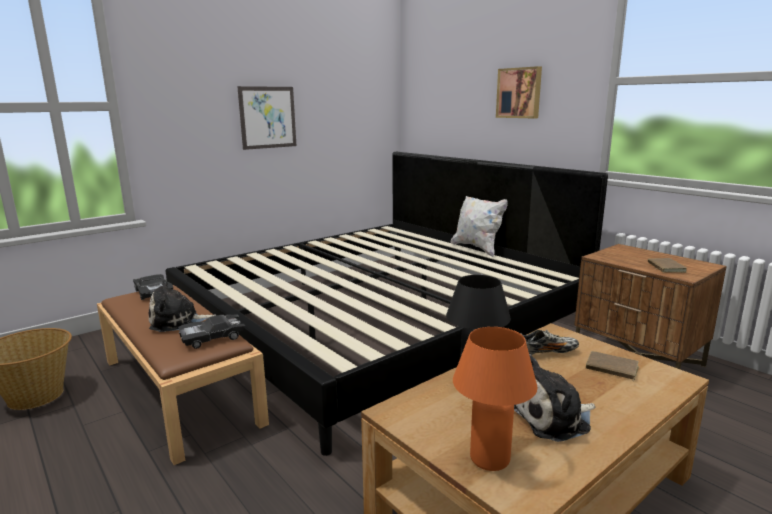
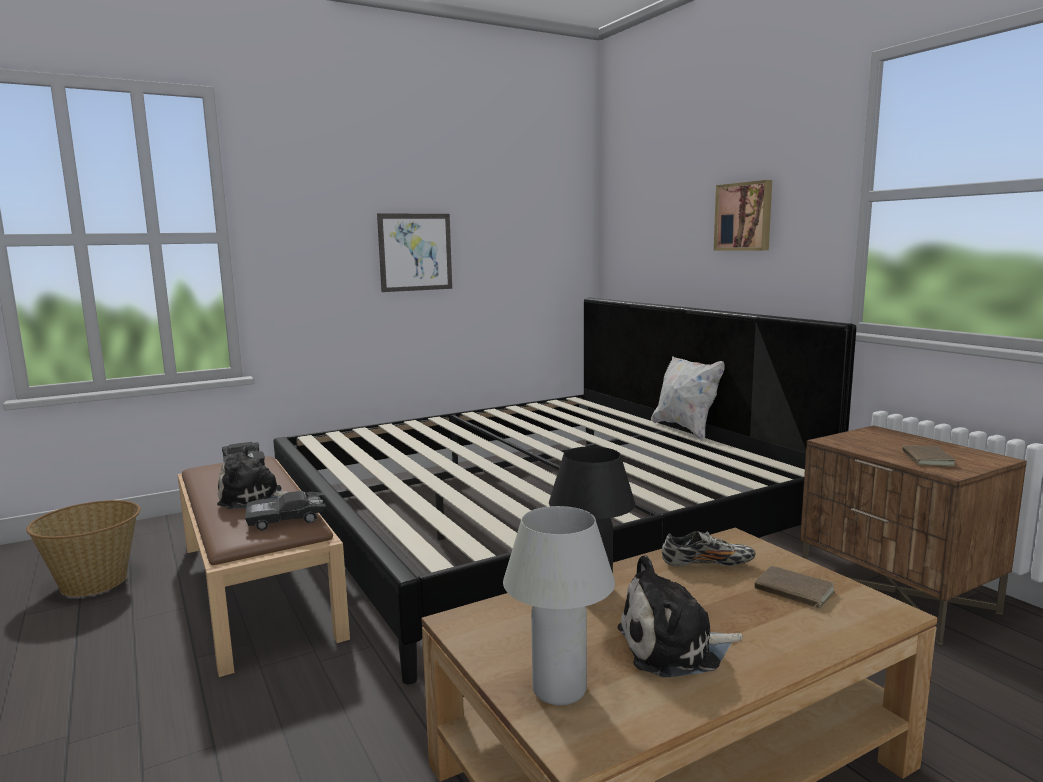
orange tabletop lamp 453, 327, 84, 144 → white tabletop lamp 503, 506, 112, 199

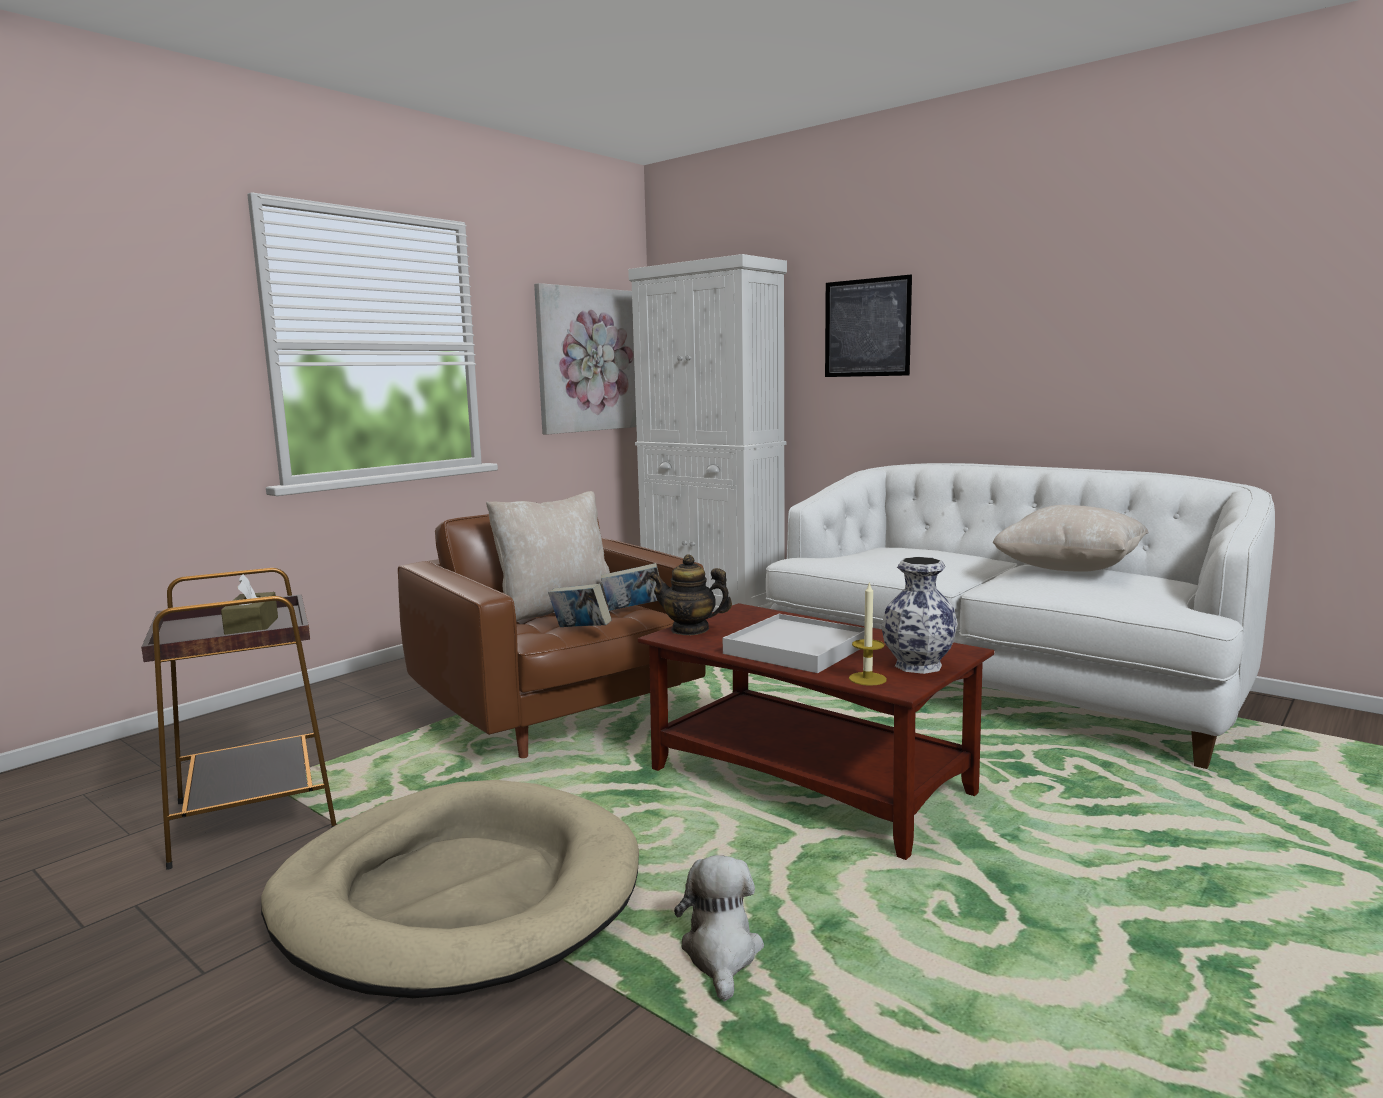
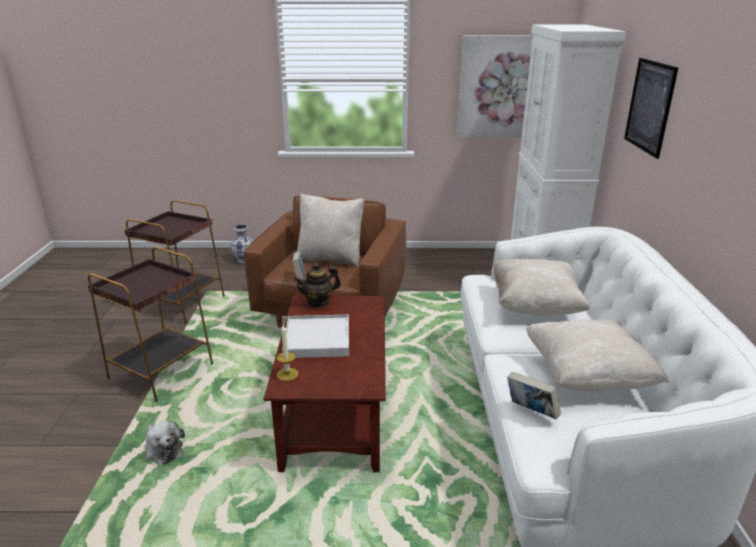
beige dog cushion 261, 780, 378, 218 → brown-coloured accent table 88, 246, 125, 156
soft toy 674, 855, 90, 146 → soft toy 145, 421, 40, 44, 90 degrees clockwise
flower vase 881, 557, 77, 117 → flower vase 231, 224, 22, 39, moved
tea pot 649, 555, 83, 80 → tea pot 294, 262, 47, 46, 90 degrees counterclockwise
- → beige throw pillow 492, 259, 98, 57
volume 601, 563, 59, 48 → volume 507, 372, 54, 47, moved
brown-coloured tissue box 221, 574, 57, 61 → -

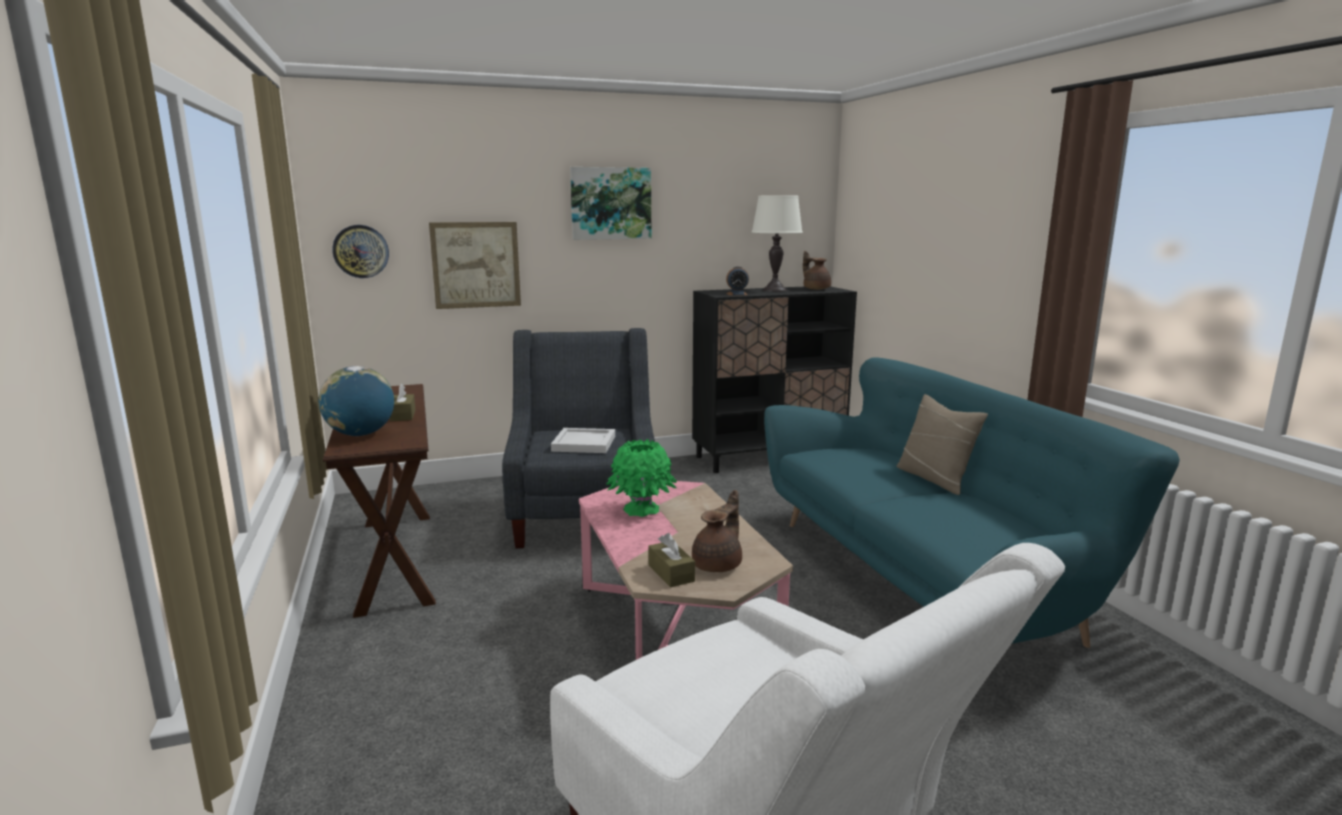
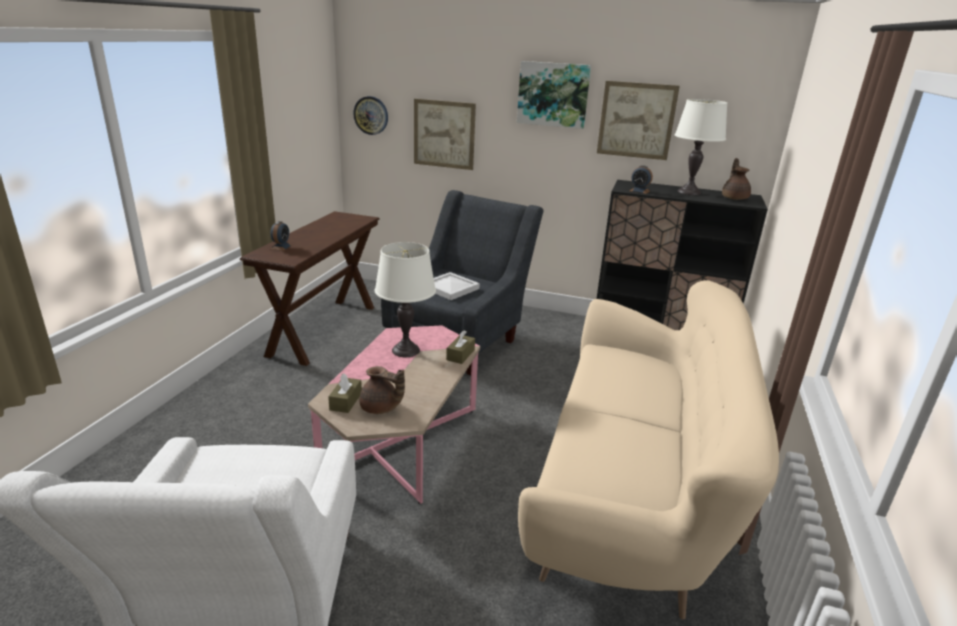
world globe 319, 366, 75, 70 → bedside clock 271, 221, 21, 30
brown-coloured tea pot 692, 490, 50, 82 → brown-coloured tea pot 360, 366, 45, 48, 45 degrees clockwise
green flower vase 606, 439, 71, 78 → white tabletop lamp 375, 242, 61, 115
brown-coloured tissue box 390, 383, 25, 38 → brown-coloured tissue box 446, 330, 29, 34, moved
blue-green couch 764, 357, 416, 291 → beige couch 518, 280, 261, 339
- → picture 597, 81, 83, 79
beige throw pillow 897, 394, 91, 101 → -

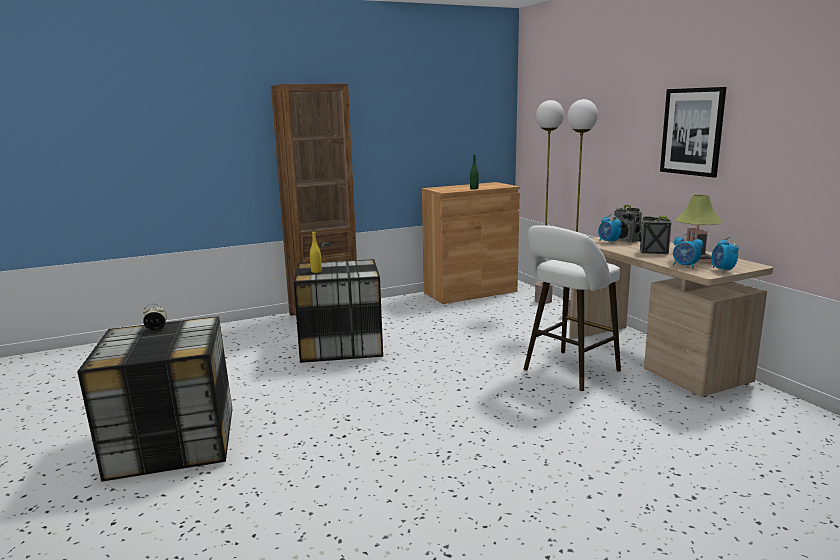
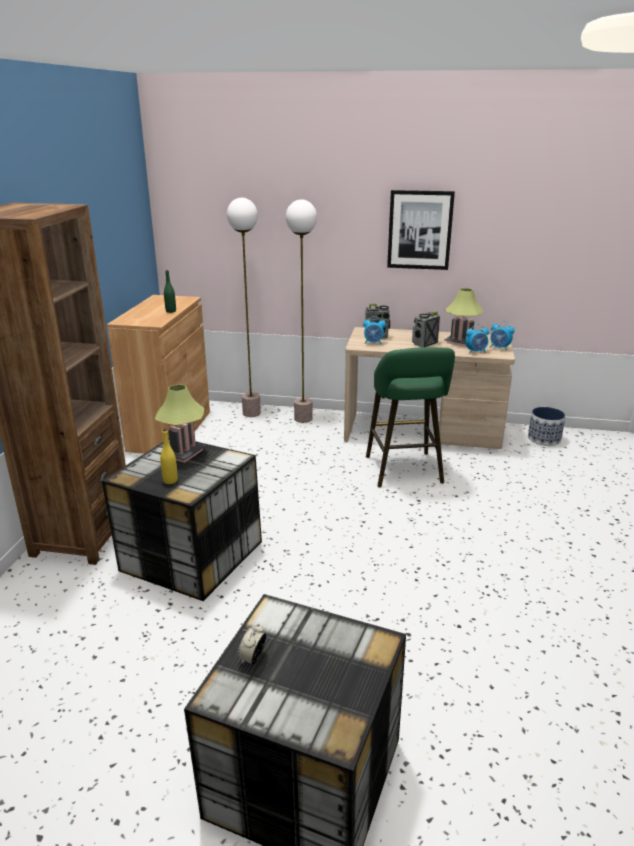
- → tabletop lamp 155, 384, 51, 79
white sitting stool 524, 225, 97, 166 → green sitting stool 366, 347, 89, 141
- → planter 528, 407, 38, 39

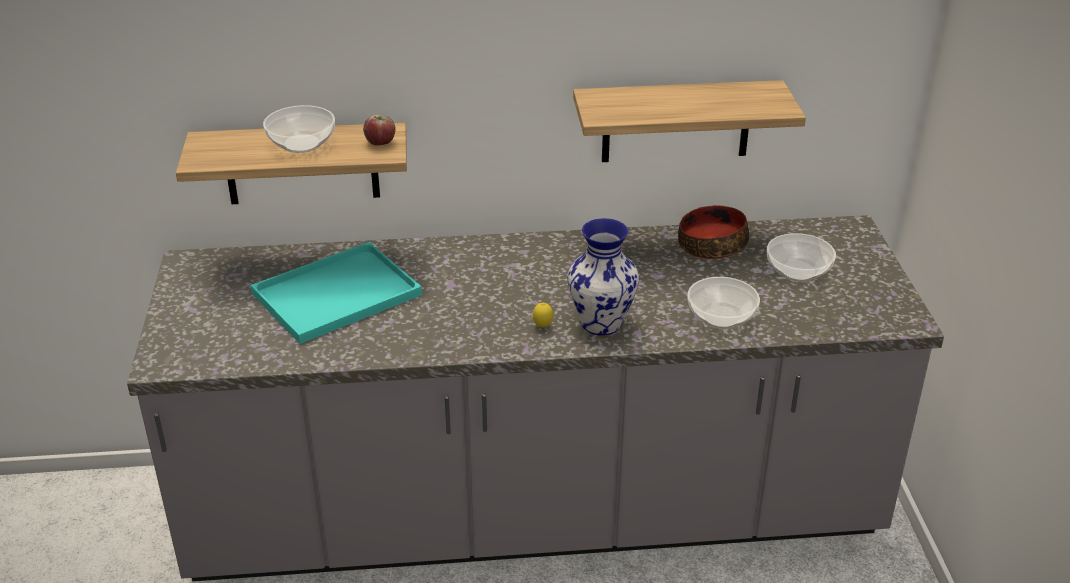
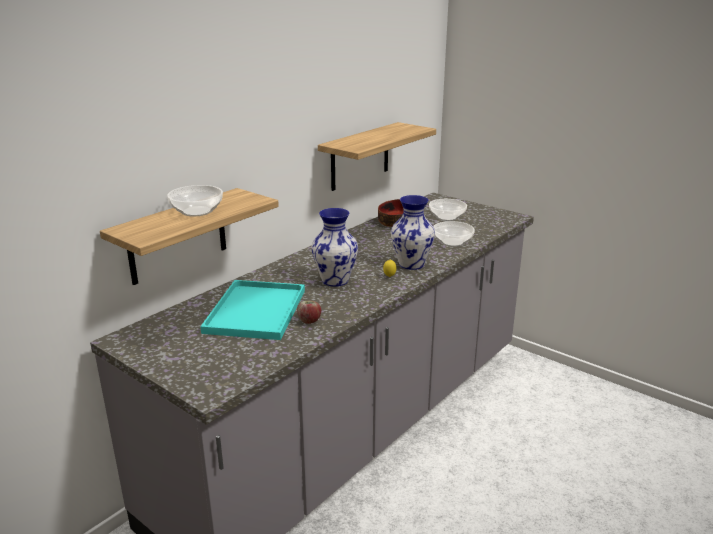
apple fruit 363, 114, 33, 32 → apple fruit 297, 301, 24, 23, moved
- → flower vase 311, 208, 47, 79

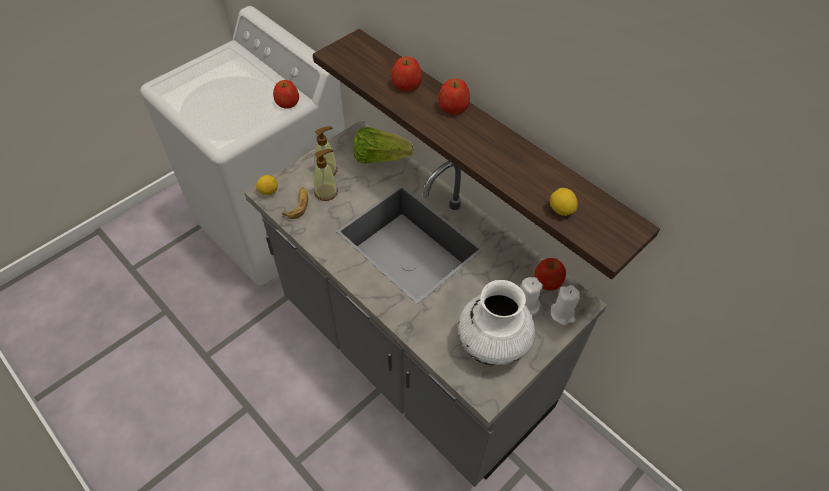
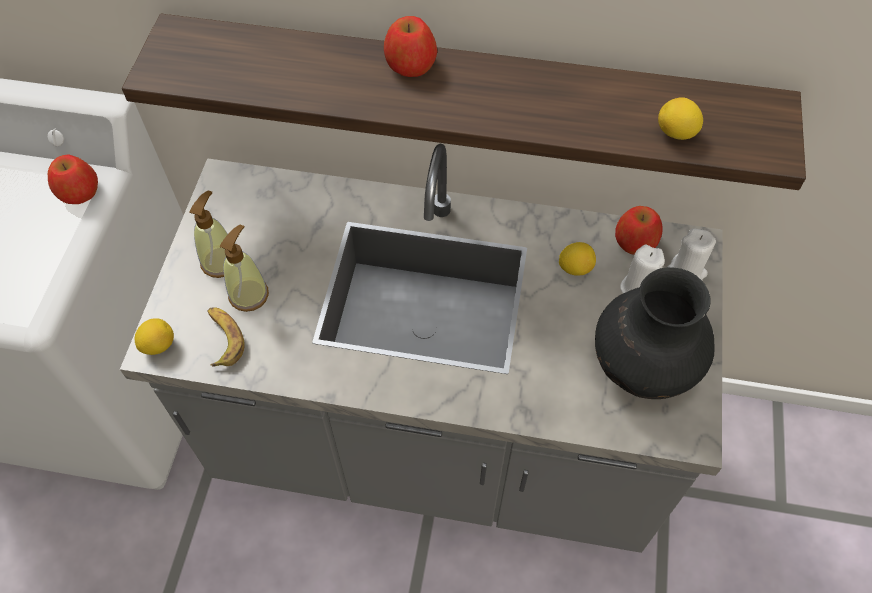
- → whole lemon 559, 242, 37, 34
white flower vase 458, 280, 77, 86 → blackish flower vase 595, 267, 119, 132
lettuce head 353, 127, 61, 37 → -
apple fruit 391, 57, 31, 35 → -

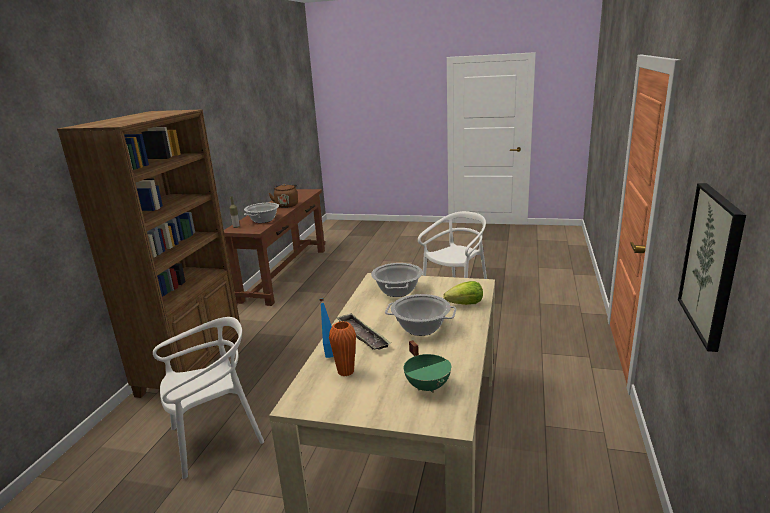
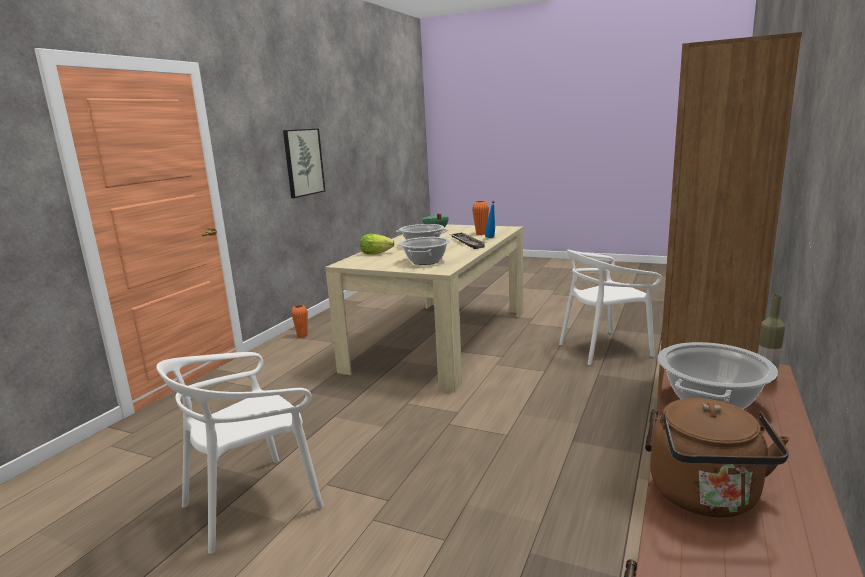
- → orange flower vase 291, 305, 17, 33

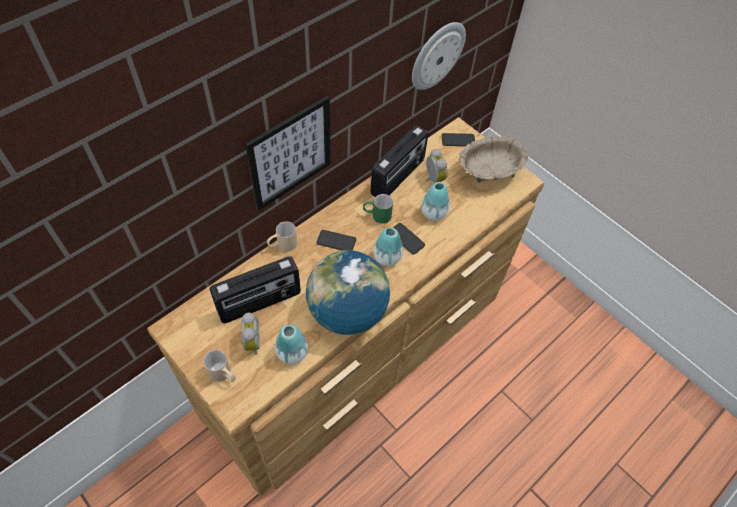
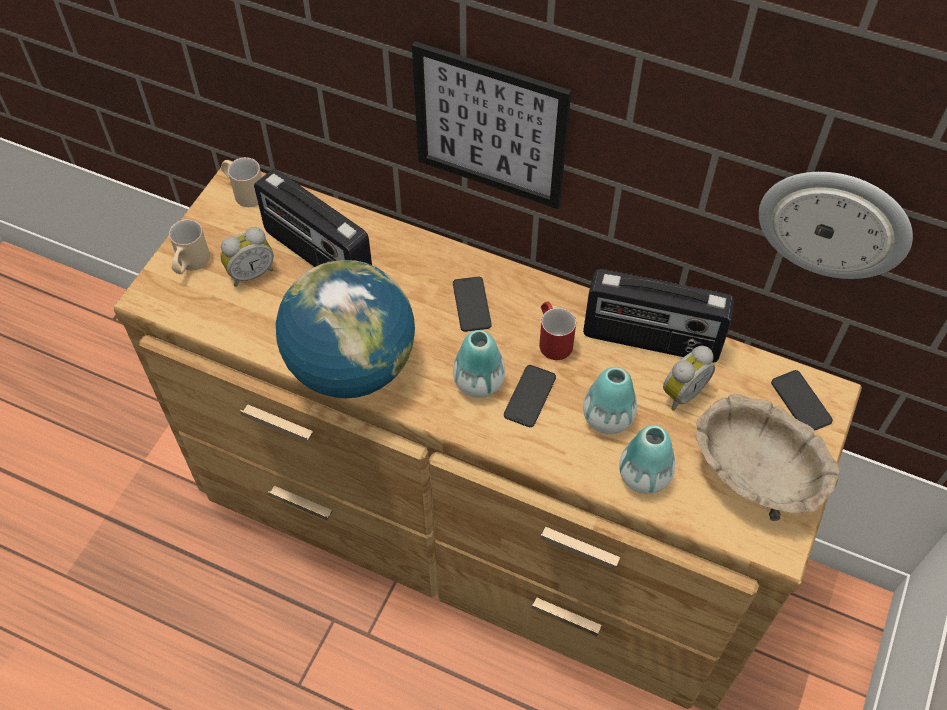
beige tea mug 267, 221, 30, 31 → beige tea mug 221, 157, 41, 50, moved
green tea mug 363, 194, 30, 30 → reddish tea mug 539, 302, 37, 58
flower vase 275, 325, 33, 39 → flower vase 619, 425, 56, 69, moved

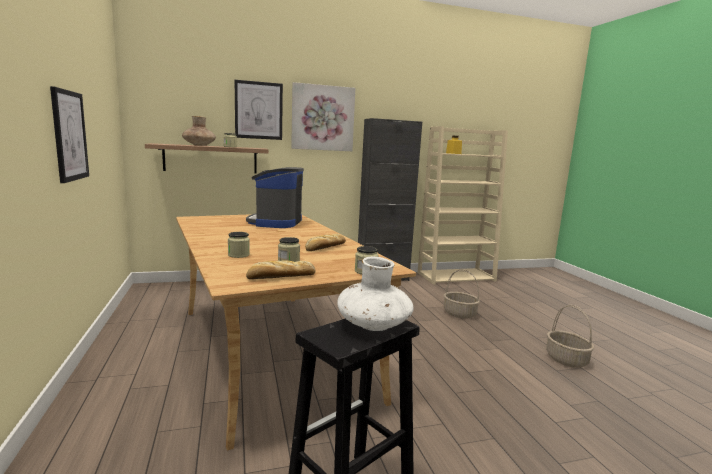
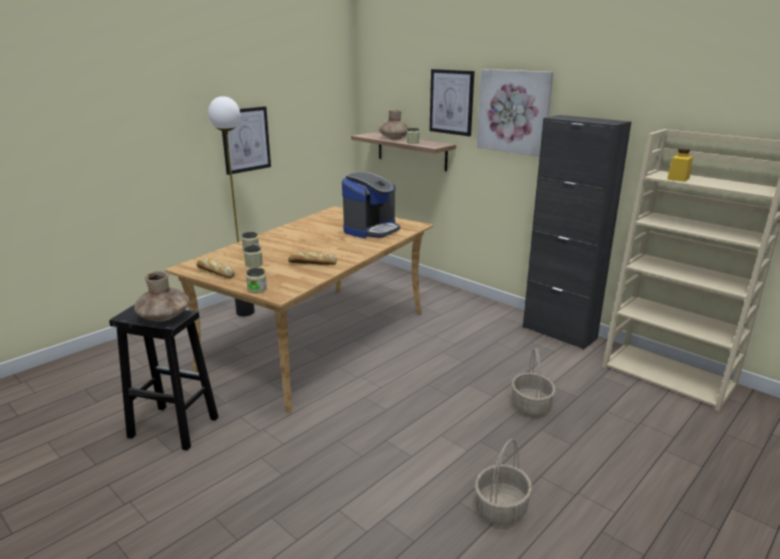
white flower vase 337, 256, 76, 75 → brown-coloured flower vase 134, 271, 56, 51
- → floor lamp 208, 96, 47, 220
coffee brewer 246, 167, 58, 61 → coffee brewer 342, 172, 58, 66, 150 degrees clockwise

